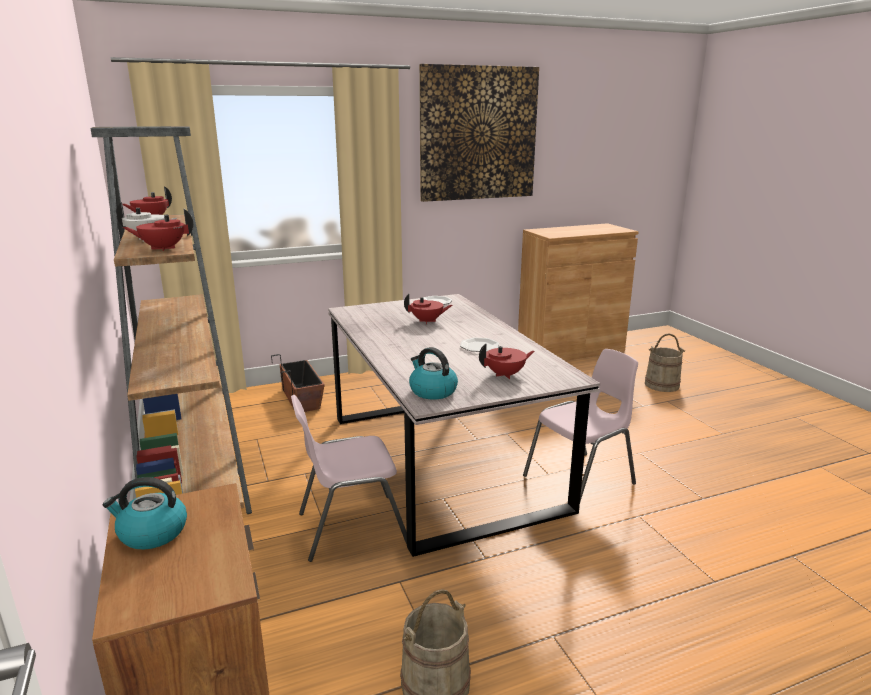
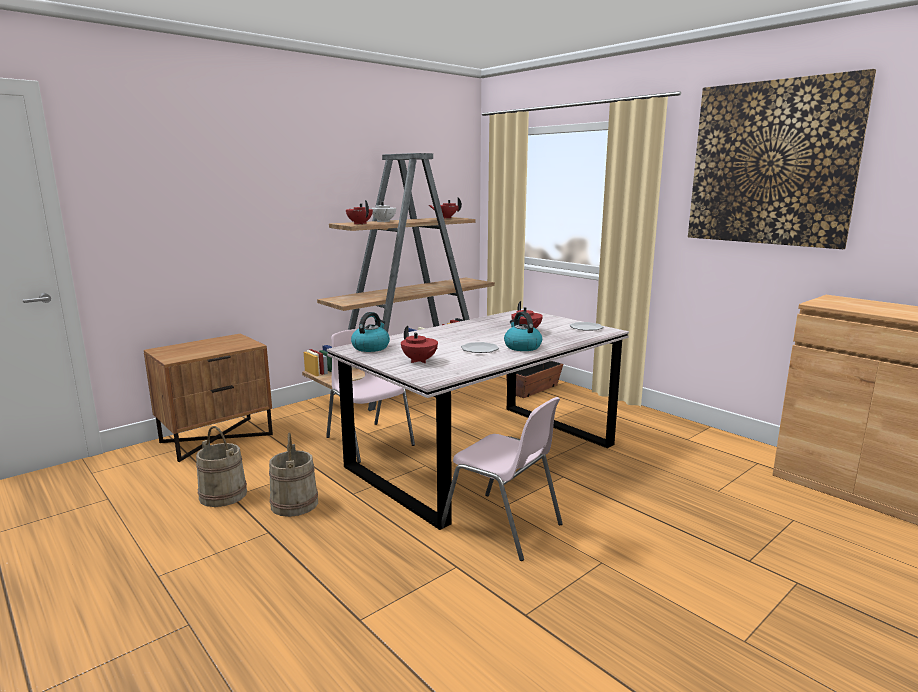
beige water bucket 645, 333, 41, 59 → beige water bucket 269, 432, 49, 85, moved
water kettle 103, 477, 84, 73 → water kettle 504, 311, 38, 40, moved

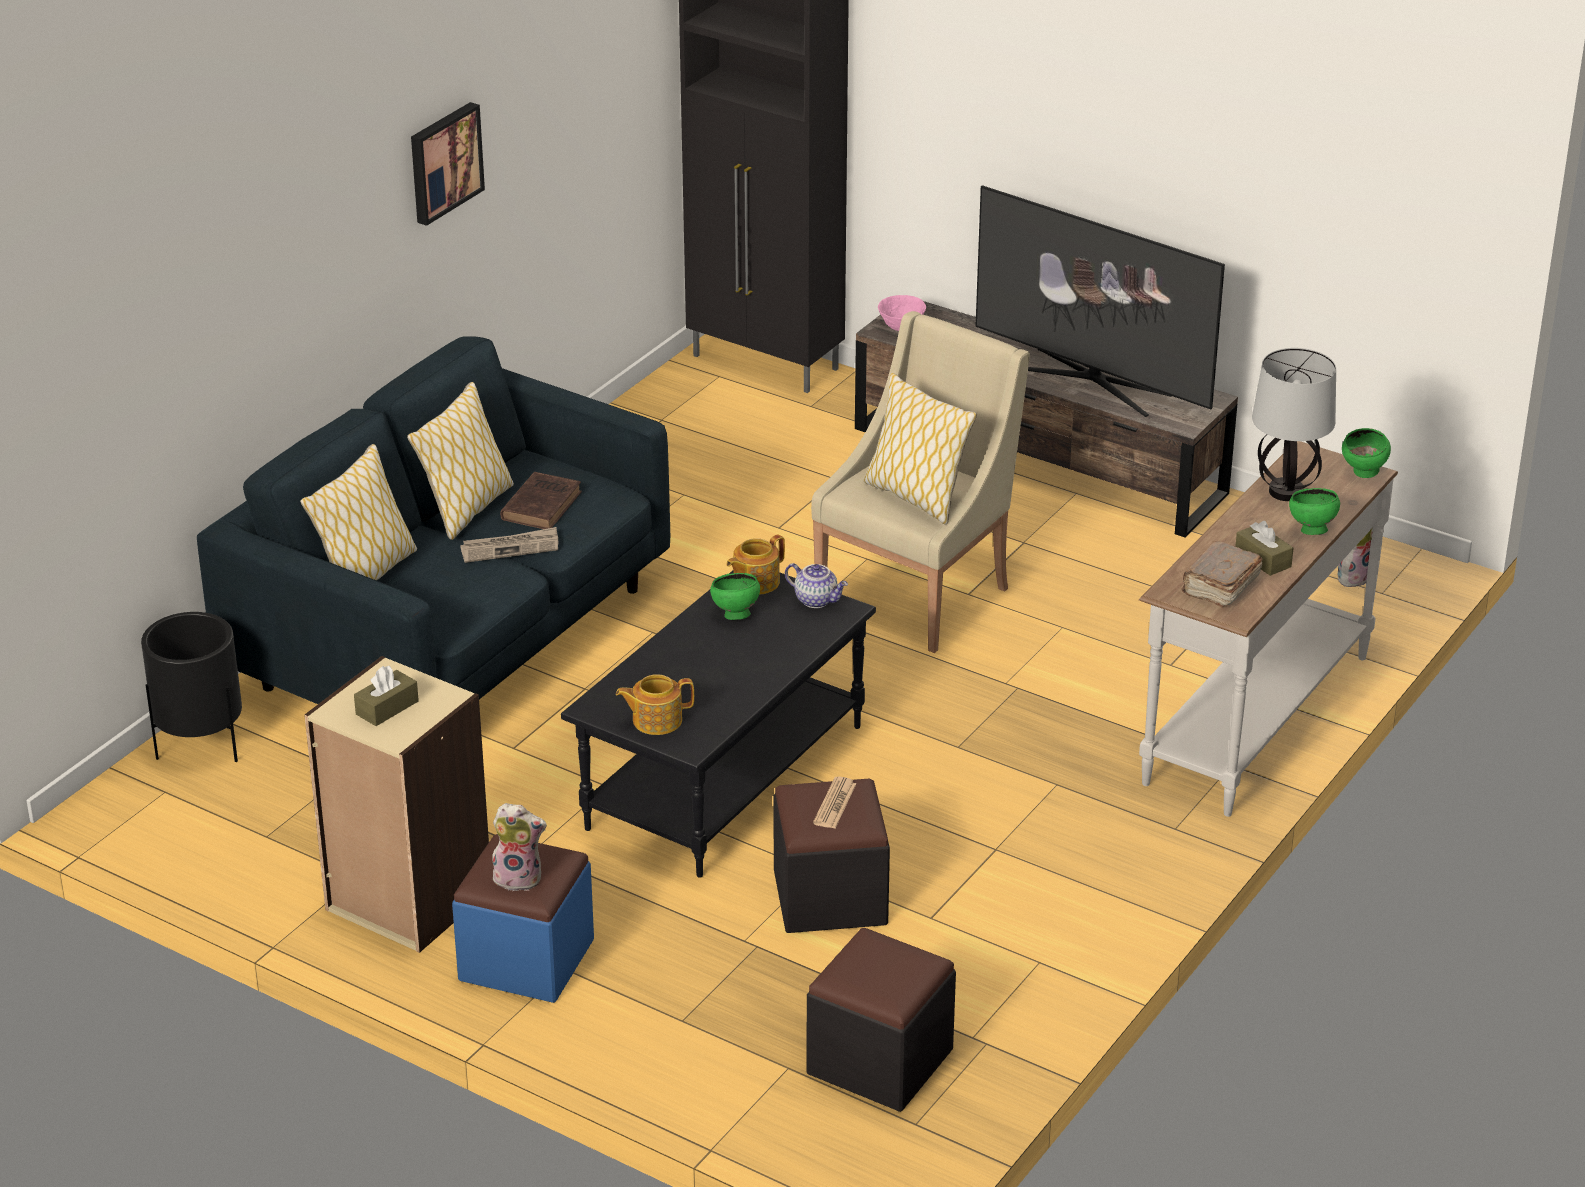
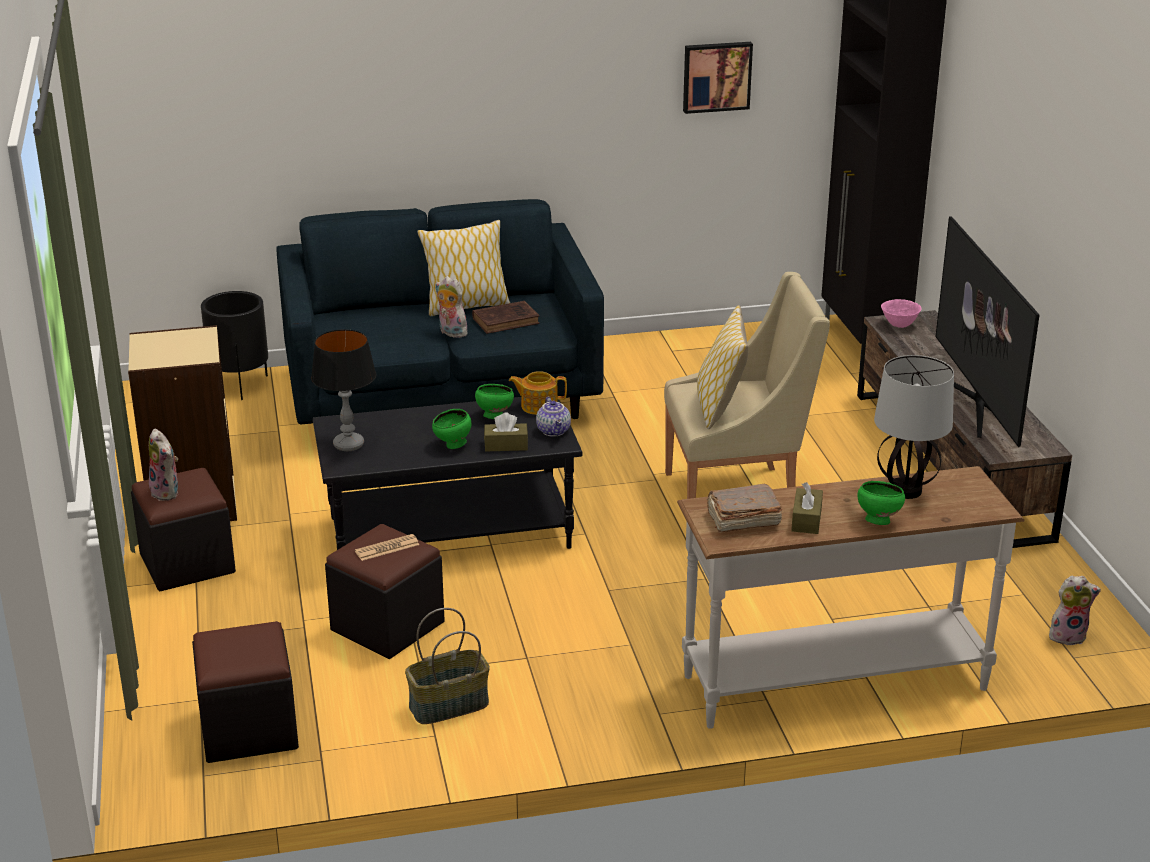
bluish footrest 452, 834, 142, 169 → blackish footrest 131, 468, 105, 123
tea pot 616, 674, 78, 61 → tabletop lamp 311, 329, 66, 122
- → basket 405, 608, 85, 116
green serving bowl 1342, 428, 49, 50 → green serving bowl 432, 409, 39, 40, moved
daily paper 460, 527, 98, 36 → soft toy 435, 276, 36, 62
brown-coloured tissue box 354, 666, 65, 60 → brown-coloured tissue box 484, 412, 44, 39, moved
picture 411, 102, 74, 124 → picture 683, 42, 70, 72, moved
throw pillow 300, 444, 117, 136 → -

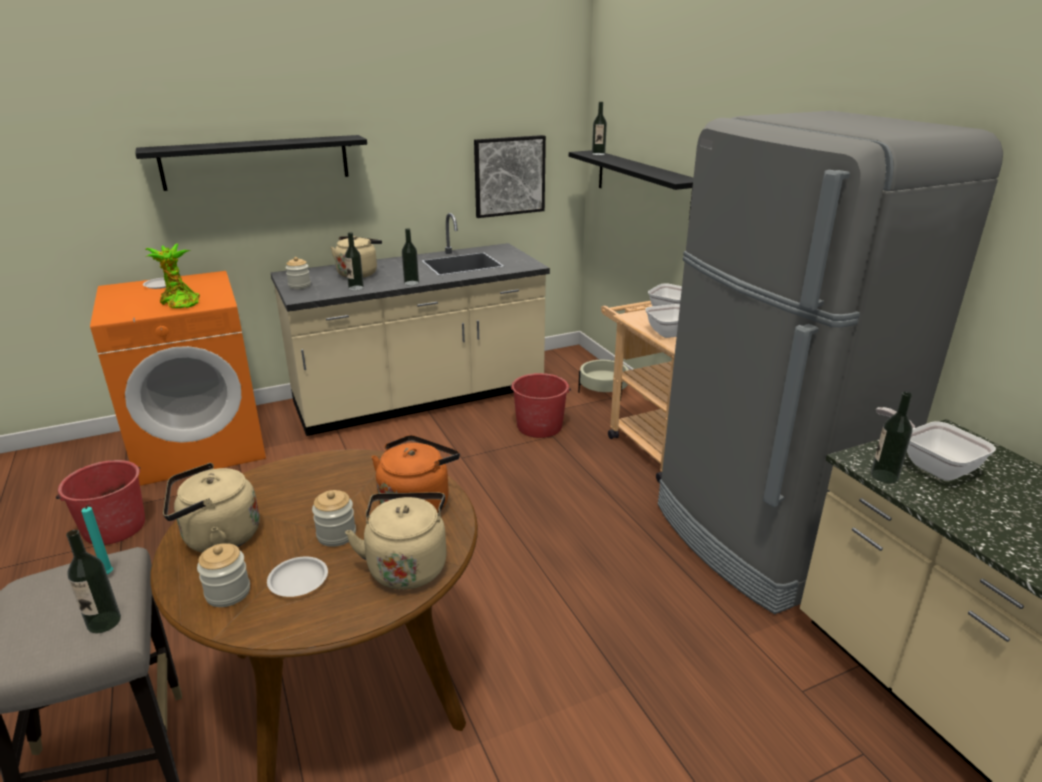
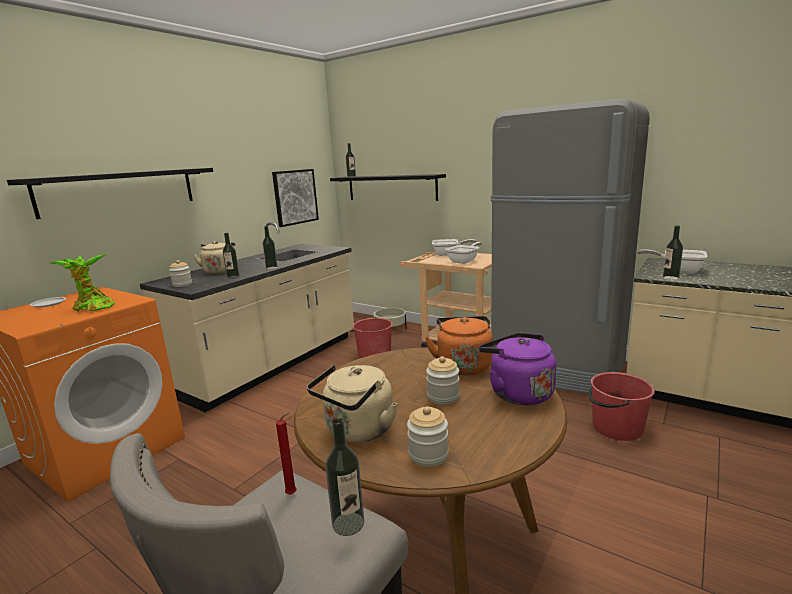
blue-green wax candle 81, 504, 32, 70 → reddish wax candle 276, 412, 20, 82
beige water kettle 345, 492, 102, 98 → purple water kettle 479, 333, 77, 72
reddish water bucket 56, 460, 89, 85 → reddish water bucket 588, 372, 67, 69, moved
white plate 267, 556, 61, 41 → -

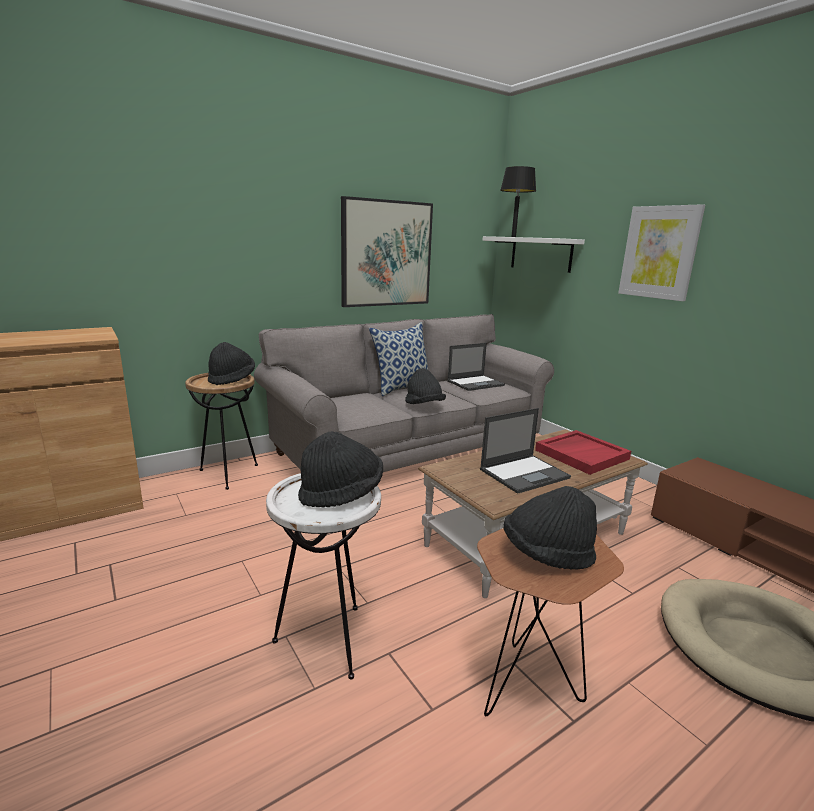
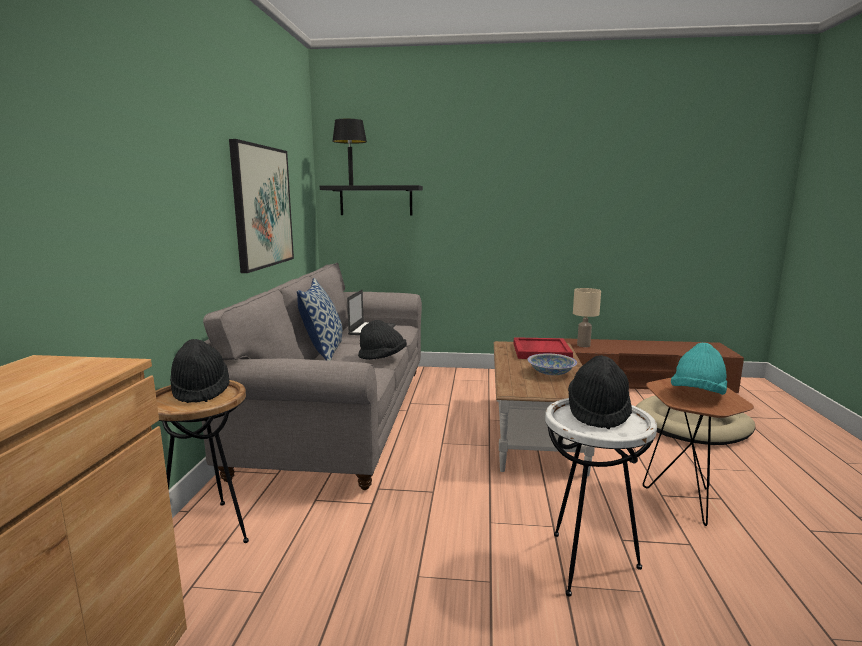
white wall shelf 482, 236, 103, 37 → blackish wall shelf 320, 185, 103, 30
portable computer 480, 408, 91, 86 → serving bowl 527, 353, 50, 22
- → beige tabletop lamp 573, 288, 28, 59
blackish wearable hat 504, 486, 93, 84 → blue-green wearable hat 671, 343, 56, 52
picture 618, 204, 87, 97 → -

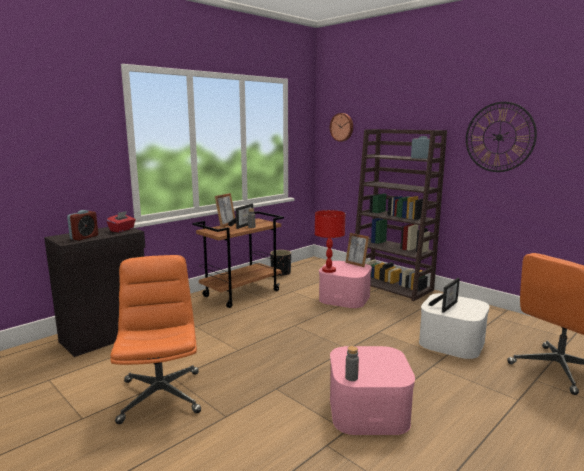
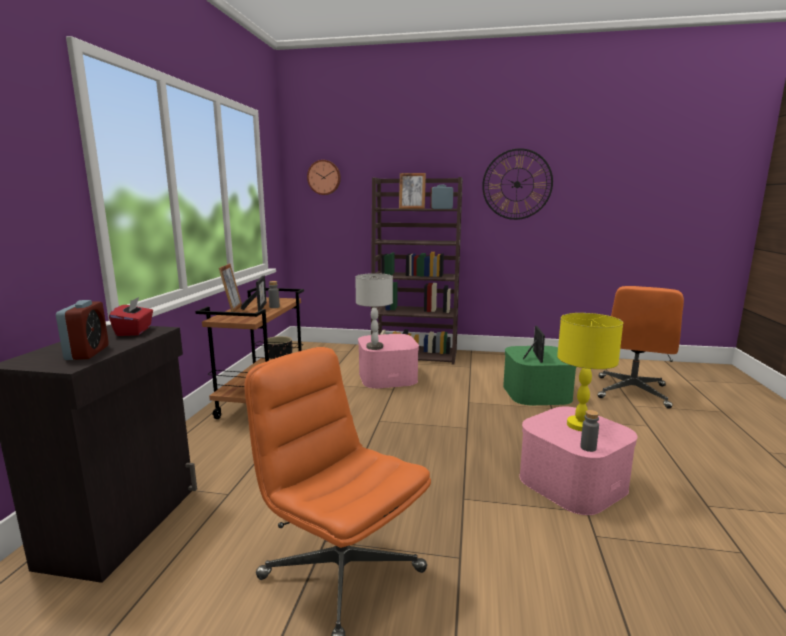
reddish tabletop lamp 315, 210, 30, 63 → gray tabletop lamp 355, 273, 38, 77
standing frame 345, 233, 24, 34 → standing frame 399, 173, 27, 36, moved
white storage bin 419, 293, 71, 66 → green storage bin 503, 346, 73, 59
- → yellow tabletop lamp 557, 313, 66, 118

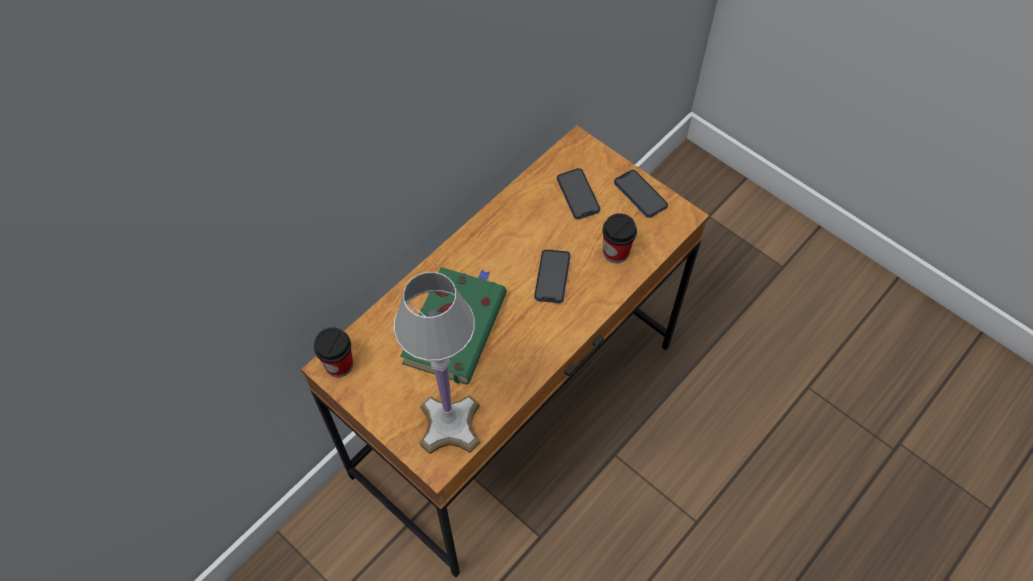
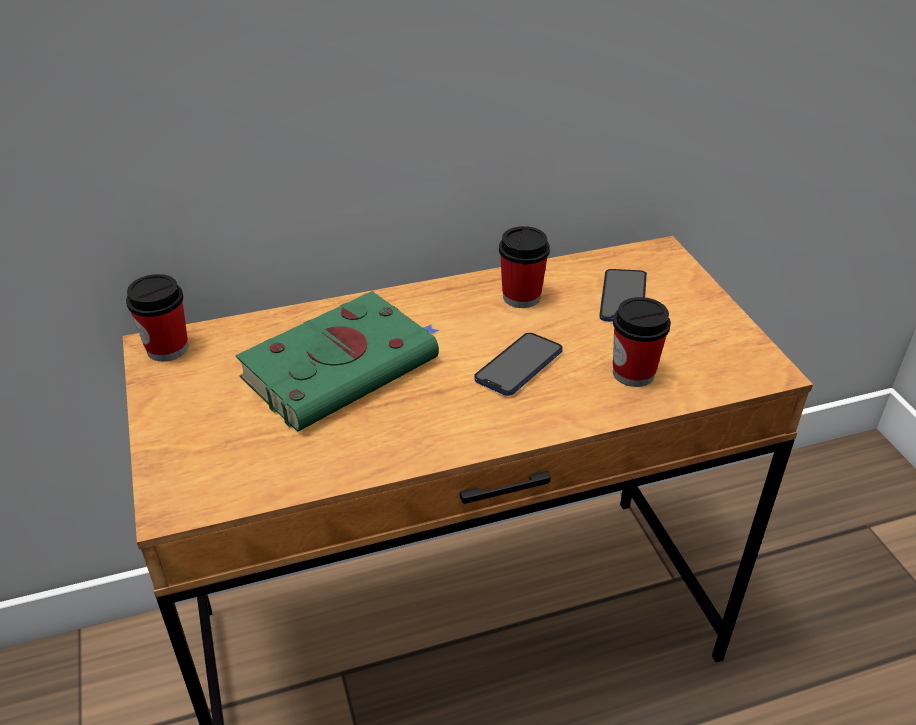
- → small cup 499, 226, 51, 82
white tabletop lamp 394, 272, 86, 182 → -
telephone 614, 170, 54, 48 → -

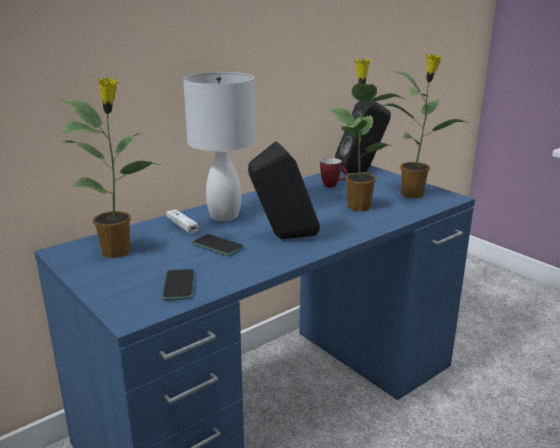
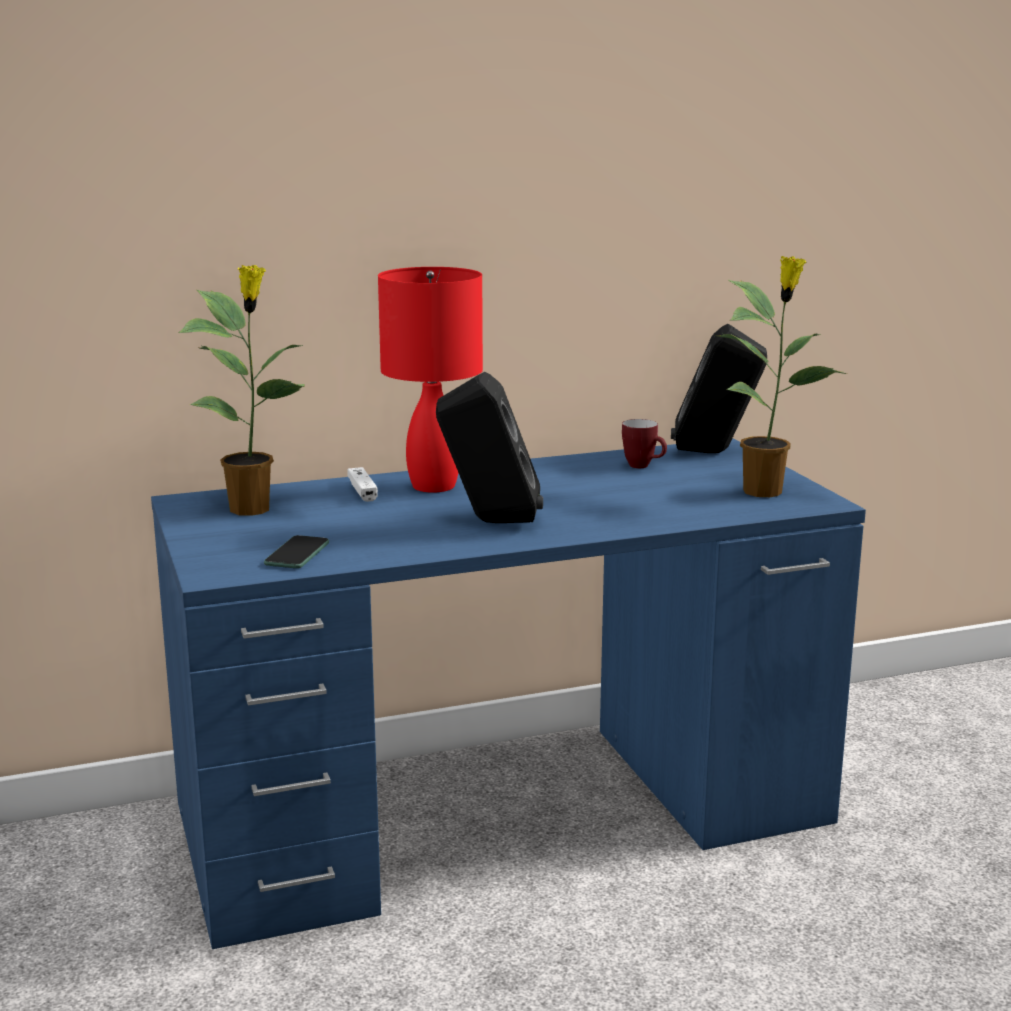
white tabletop lamp 183, 72, 72, 149 → reddish tabletop lamp 378, 267, 105, 226
telephone 192, 234, 52, 22 → -
houseplant 327, 59, 78, 152 → -

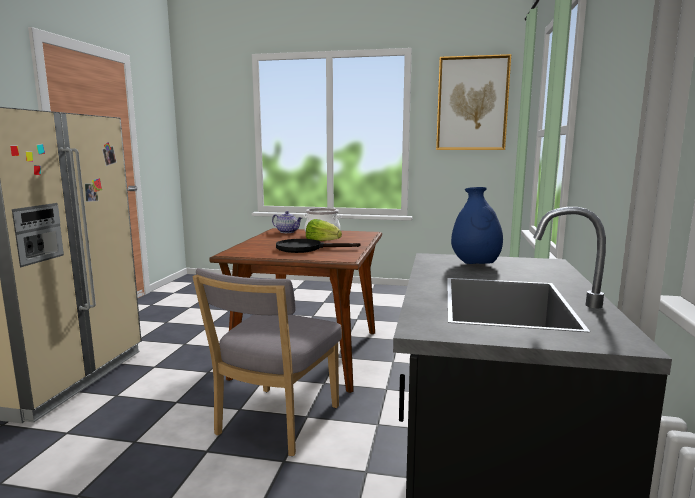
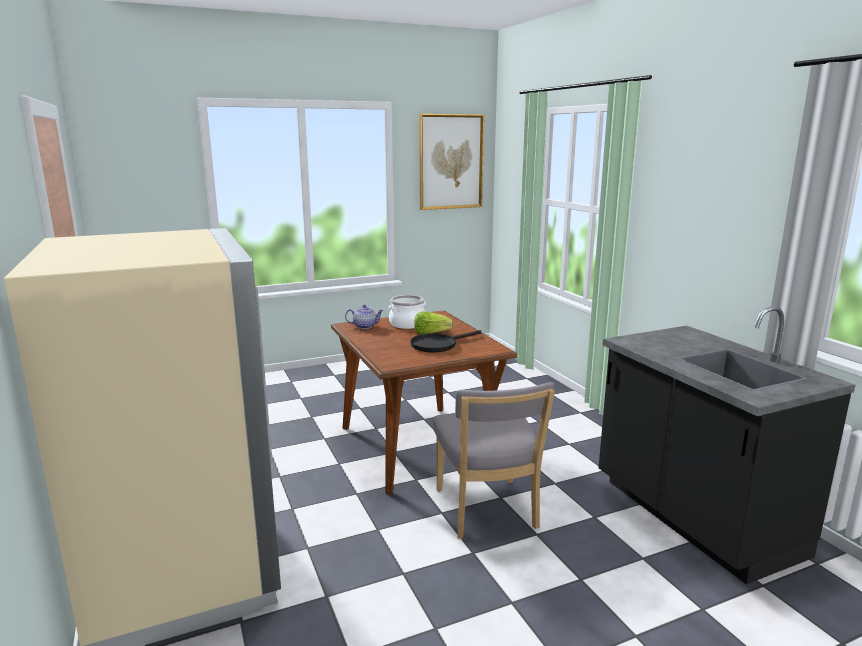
bluish flower vase 451, 187, 52, 77 → -

